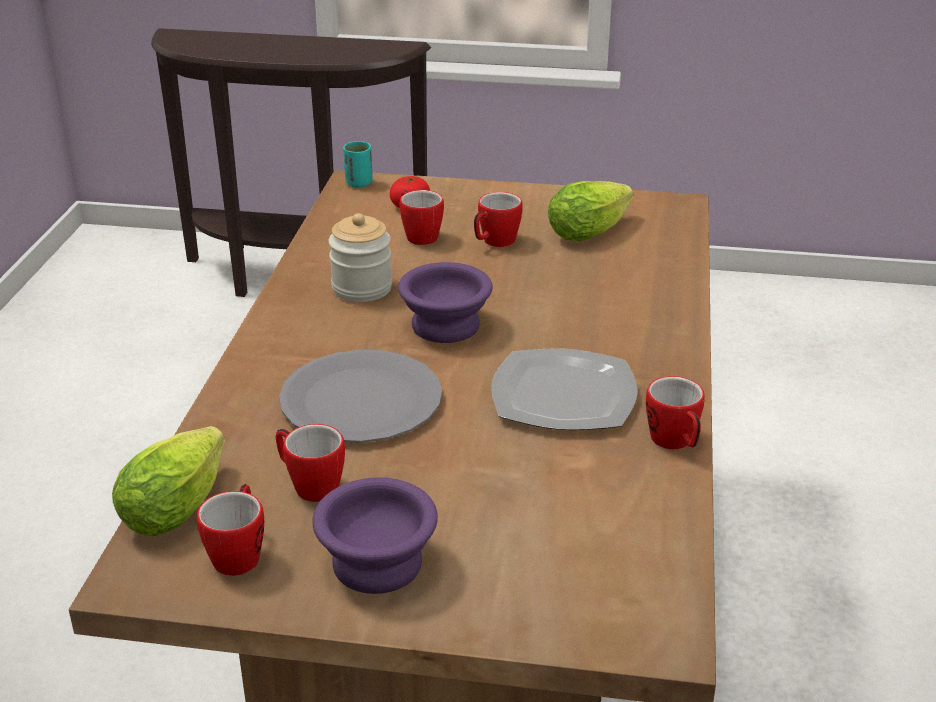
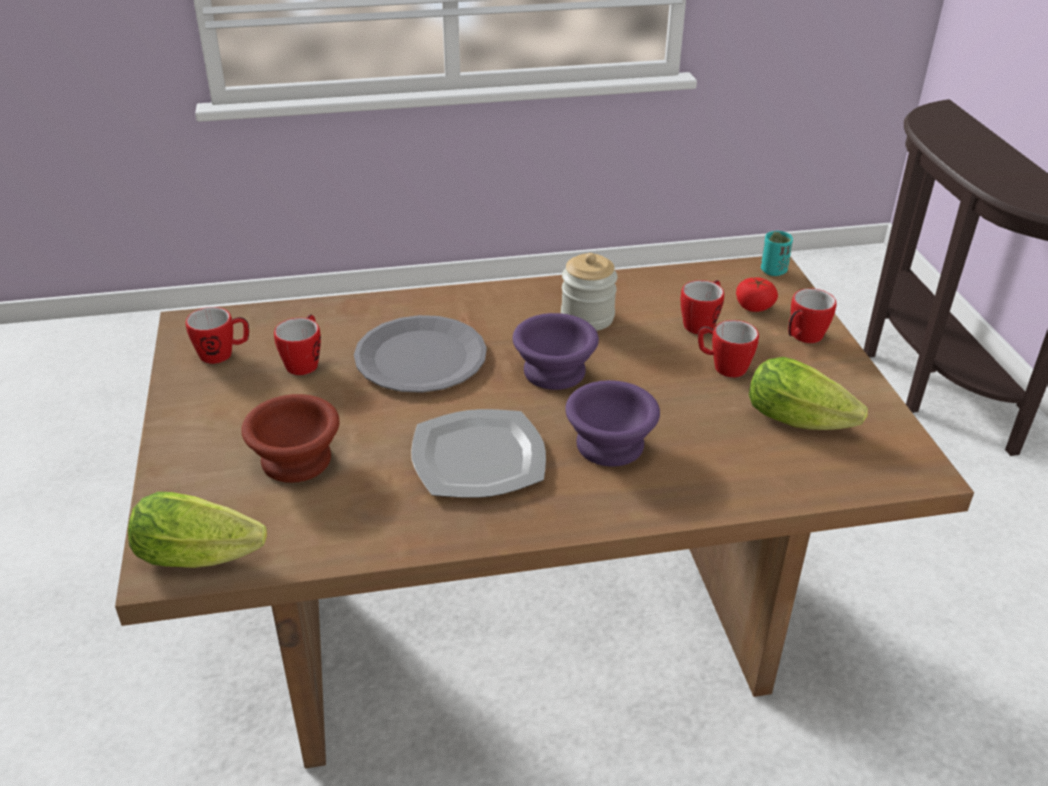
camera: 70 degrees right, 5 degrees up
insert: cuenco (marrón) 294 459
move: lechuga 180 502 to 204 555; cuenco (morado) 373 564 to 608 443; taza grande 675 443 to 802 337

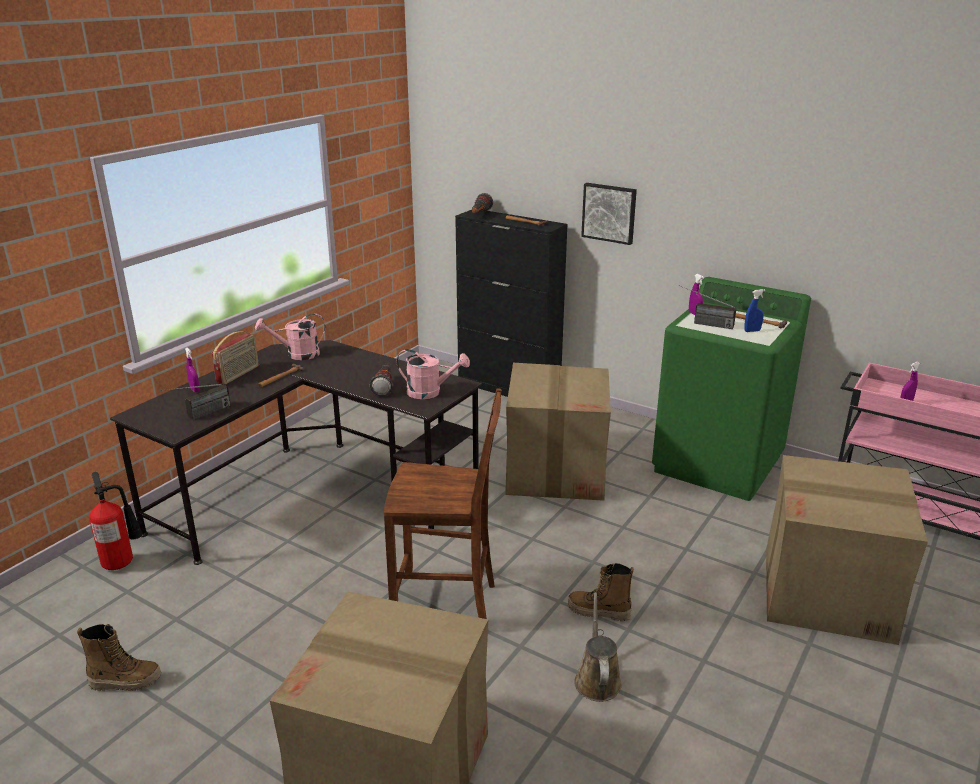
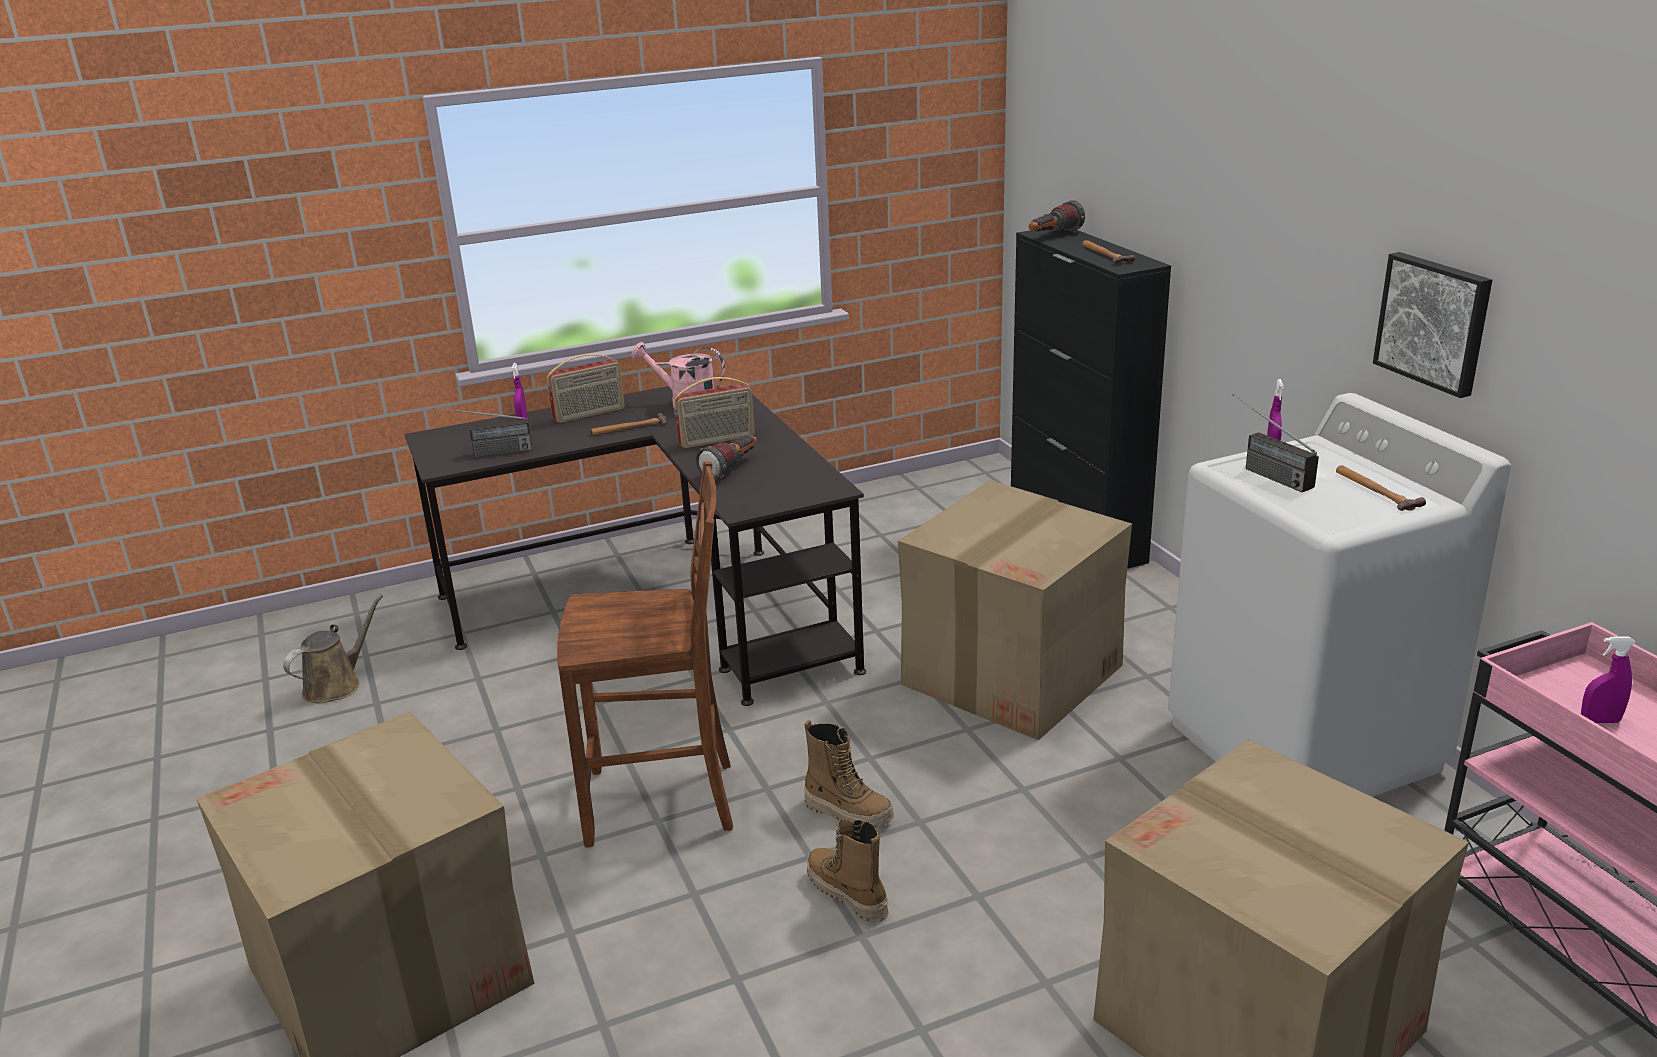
camera: 35 degrees right, 0 degrees up
delete: extintor 122 561; regadera (rosa) 430 392; pulverizador (azul) 752 331
insert: radio 717 440
move: bota 125 681 to 848 812; regadera (marrón) 597 679 to 336 685; cuadro 609 213 to 1434 322
recolor: lavadora (verde) 718 464 to lavadora (blanco) 1304 746
rotate: silla (marrón) 447 605 = 664 803 45 degrees counterclockwise

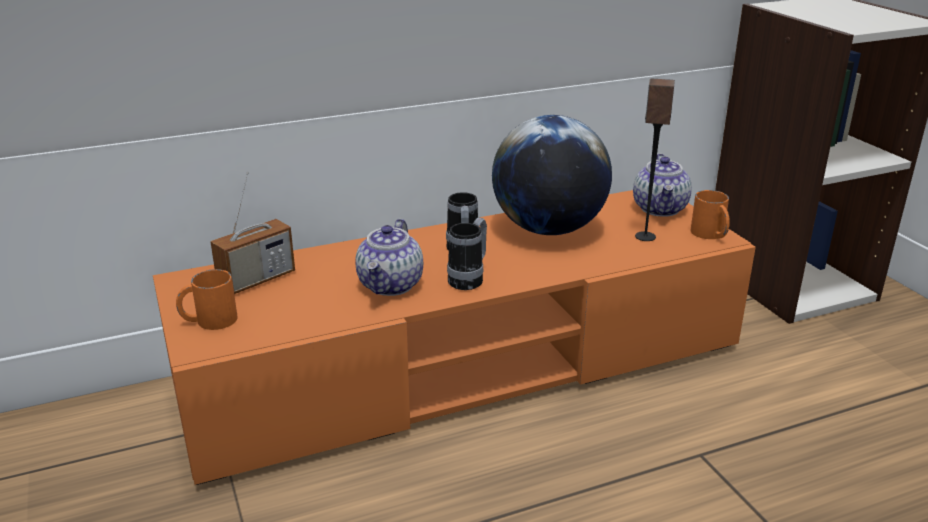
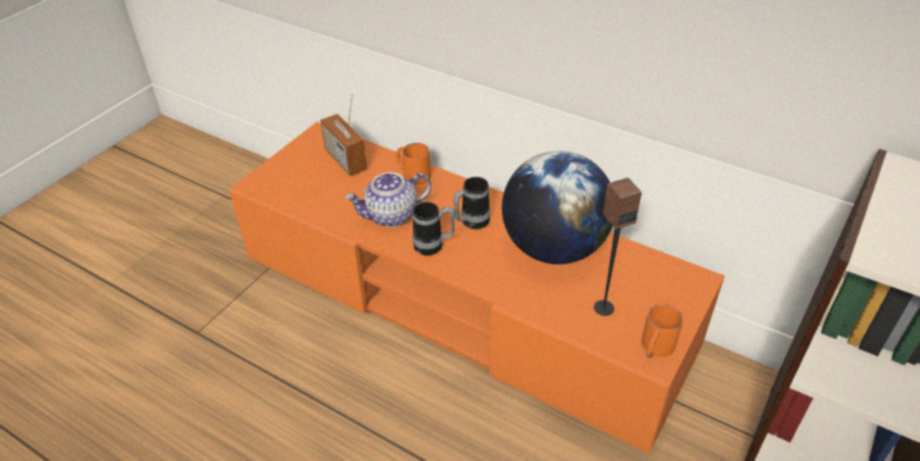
camera: 55 degrees right, 15 degrees up
delete: tetera 660 209
move: taza grande (naranja) 208 321 to 412 174
rotate: radio 257 280 = 346 160 45 degrees clockwise

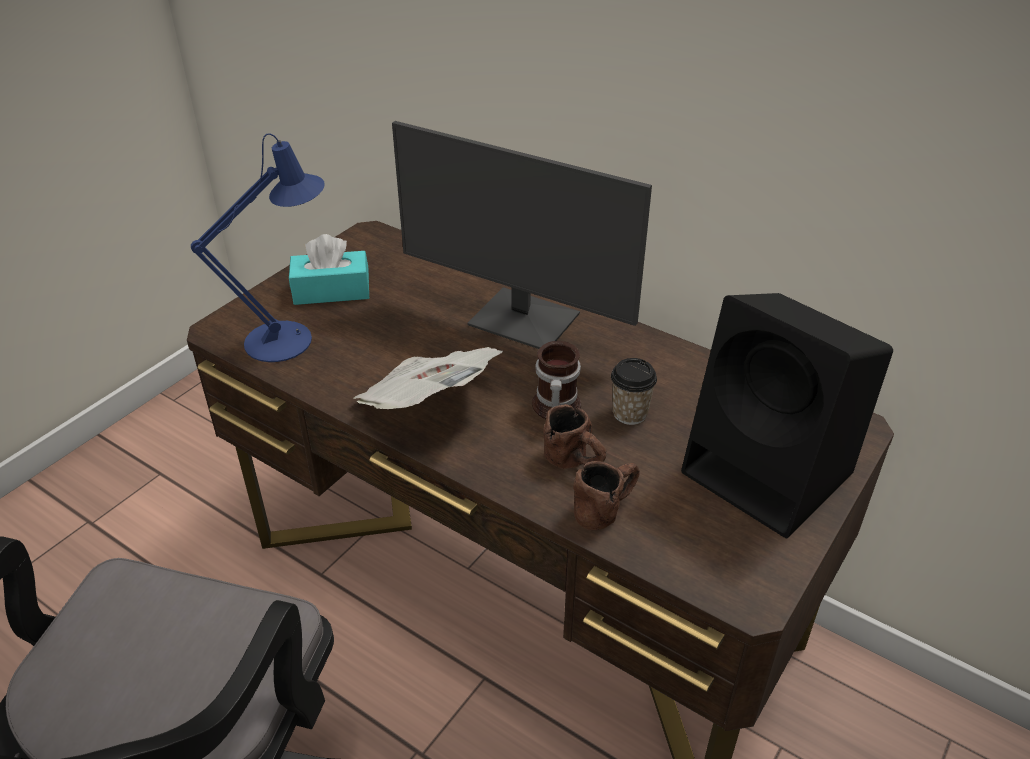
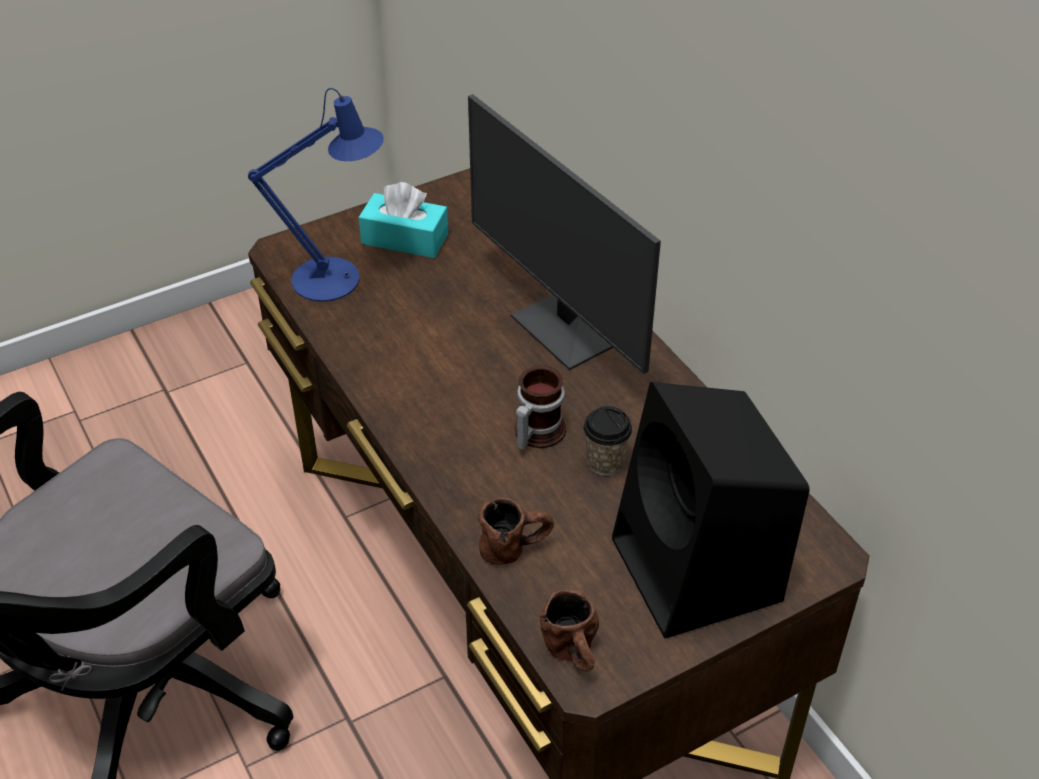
camera: 25 degrees right, 5 degrees up
delete: periódico 428 405
move: taza grande (marrón) 575 462 to 574 655

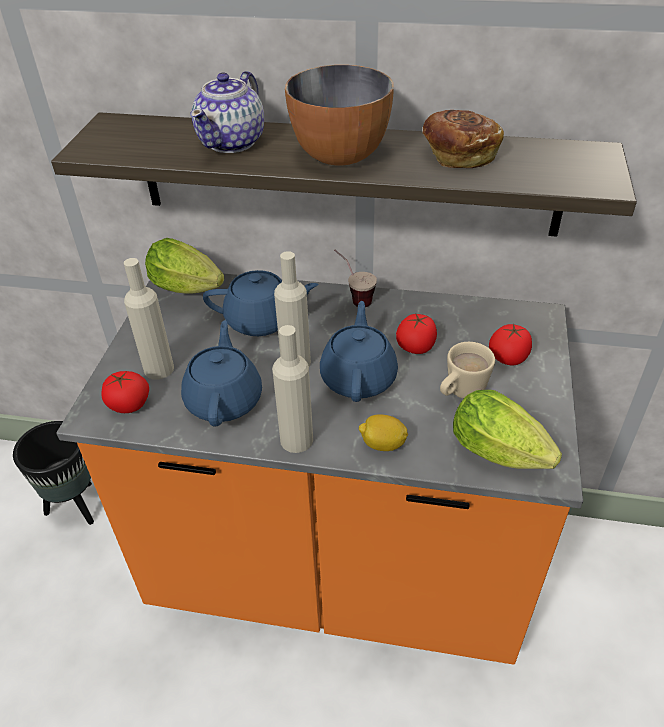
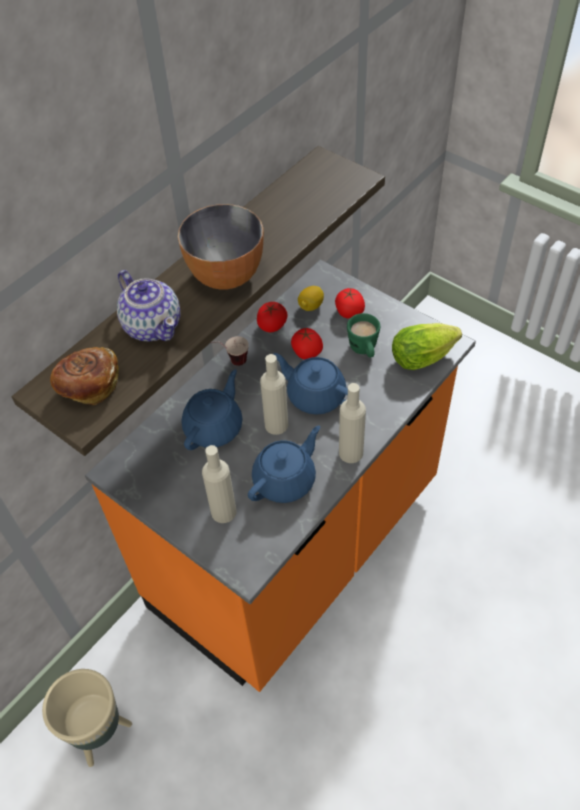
camera: 60 degrees left, 10 degrees up
delete: lechuga 190 289
move: tomate 129 405 to 272 325; limón 382 444 to 311 306; pan 458 155 to 89 386
recolor: maceta (negro) 76 506 to maceta (beis) 101 733; taza grande (beis) 460 393 to taza grande (verde) 364 351
rotate: tetera (azul) 225 399 = 285 480 105 degrees clockwise

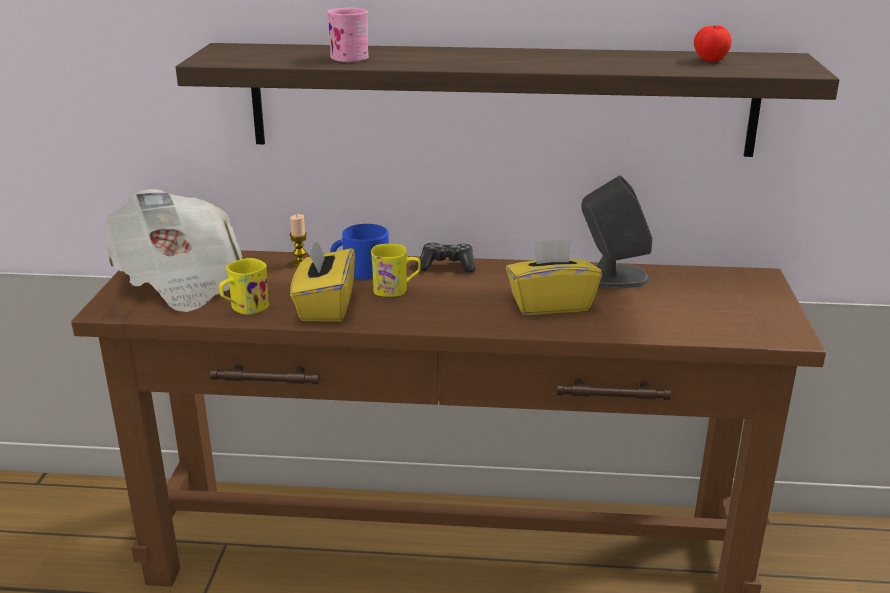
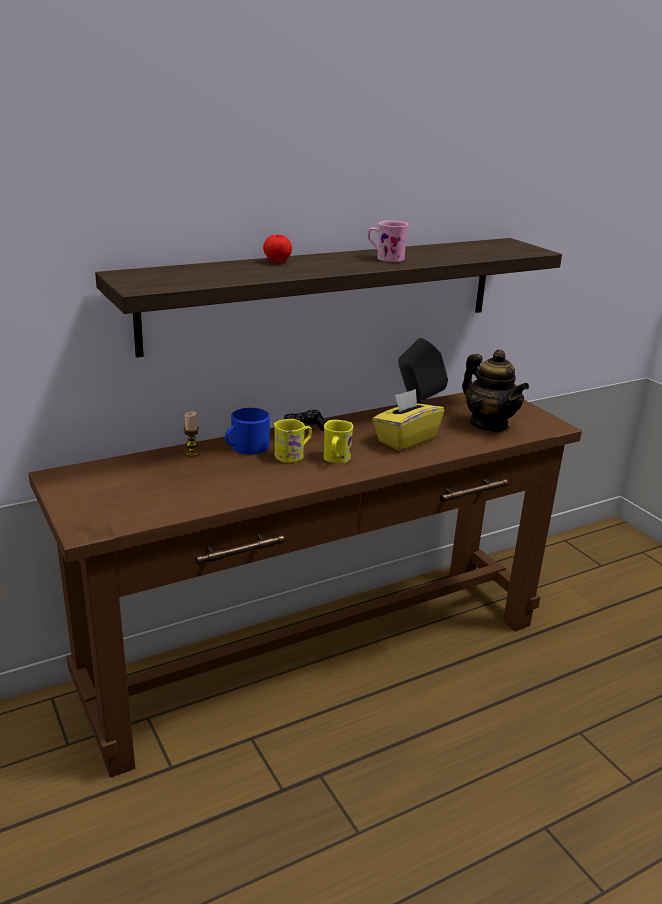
camera: 35 degrees left, 0 degrees up
delete: periódico 180 282; caja de pañuelos (amarillo) 325 306
insert: tetera 489 425
move: taza grande (amarillo) 244 308 to 336 460; taza grande (rosa) 345 57 to 385 258; manzana 710 60 to 277 261

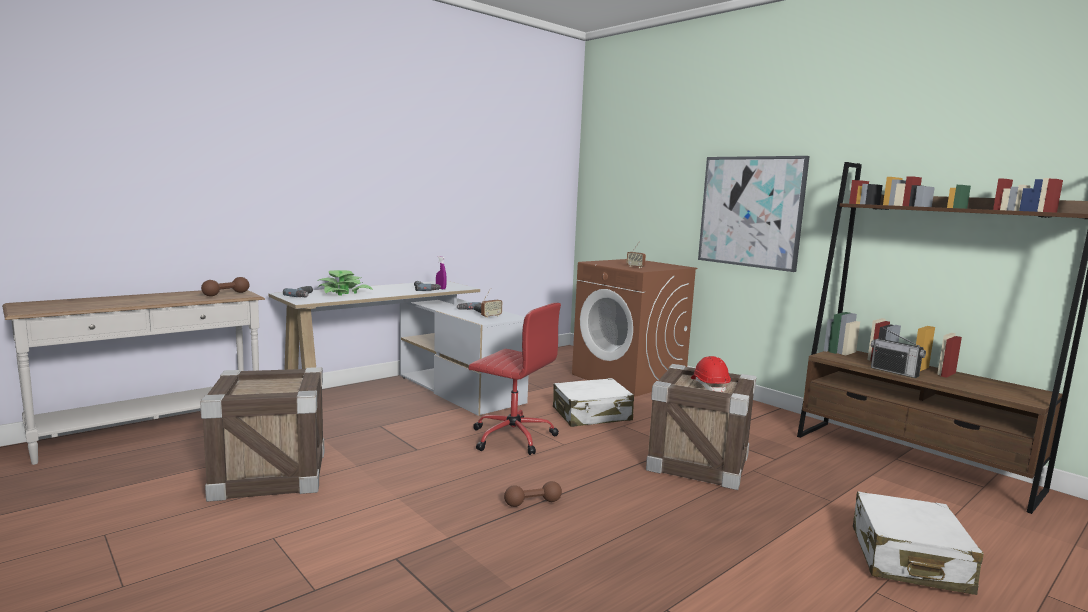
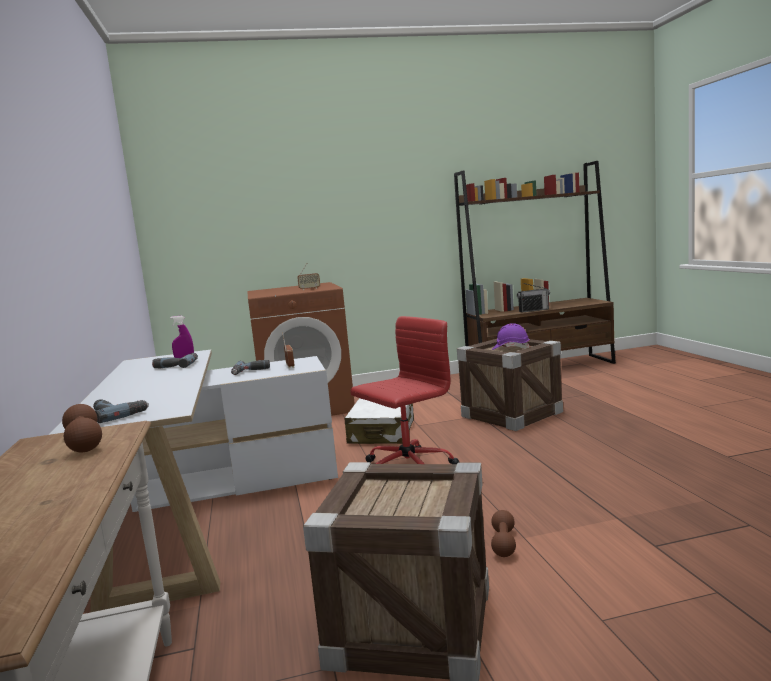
camera: 60 degrees left, 0 degrees up
delete: planta en maceta 344 292; cuadro 750 211; maleta (blanco) 908 559
move: mancuerna (marrón) 532 503 to 503 543
recolor: casco (rojo) 709 386 to casco (morado) 511 348

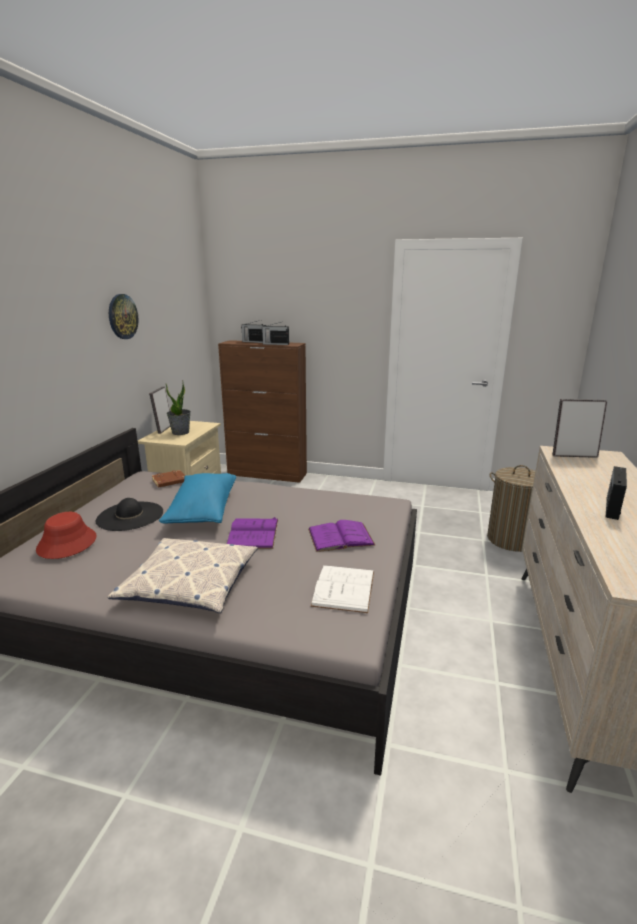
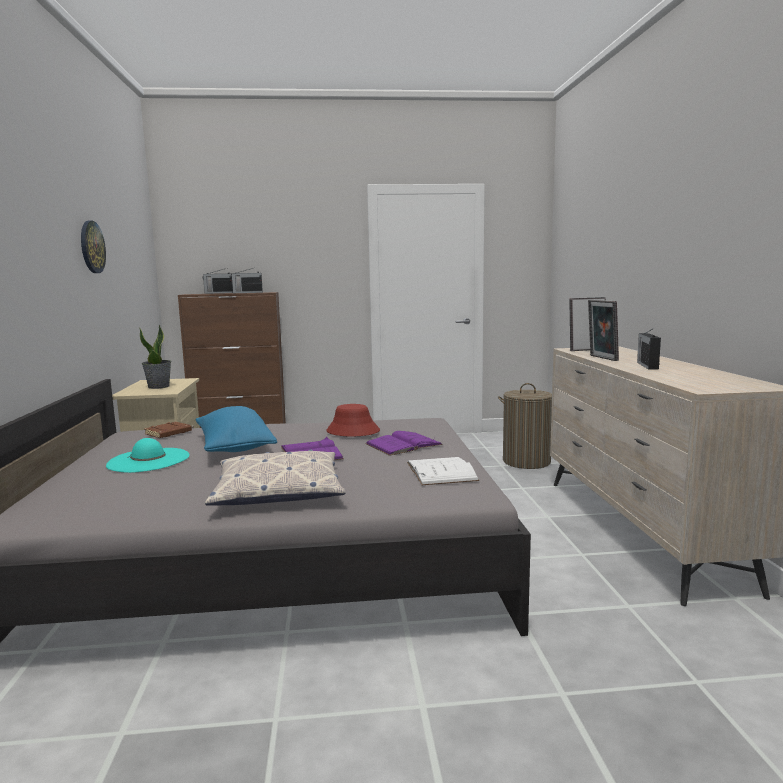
camera: 20 degrees left, 10 degrees down
move: sombrero (rojo) 67 543 to 352 431; portarretratos 163 429 to 601 358
recolor: sombrero (negro) 130 516 to sombrero (turquesa) 149 460

